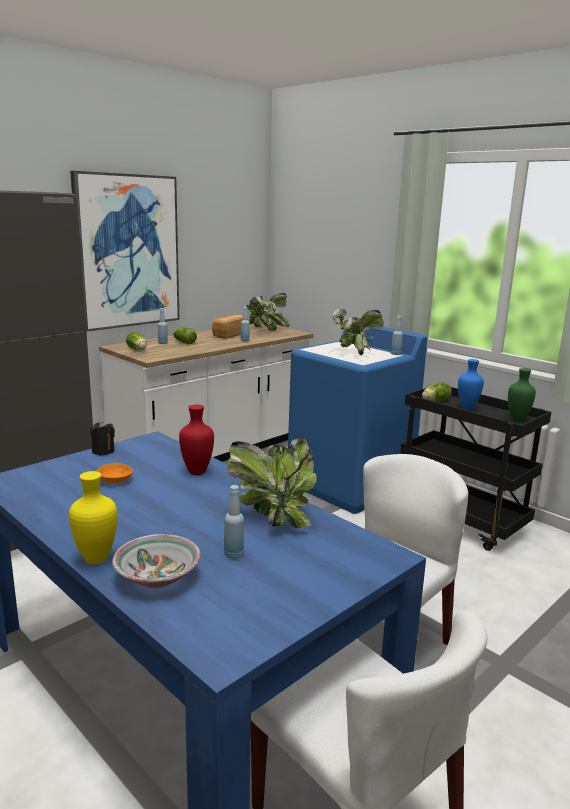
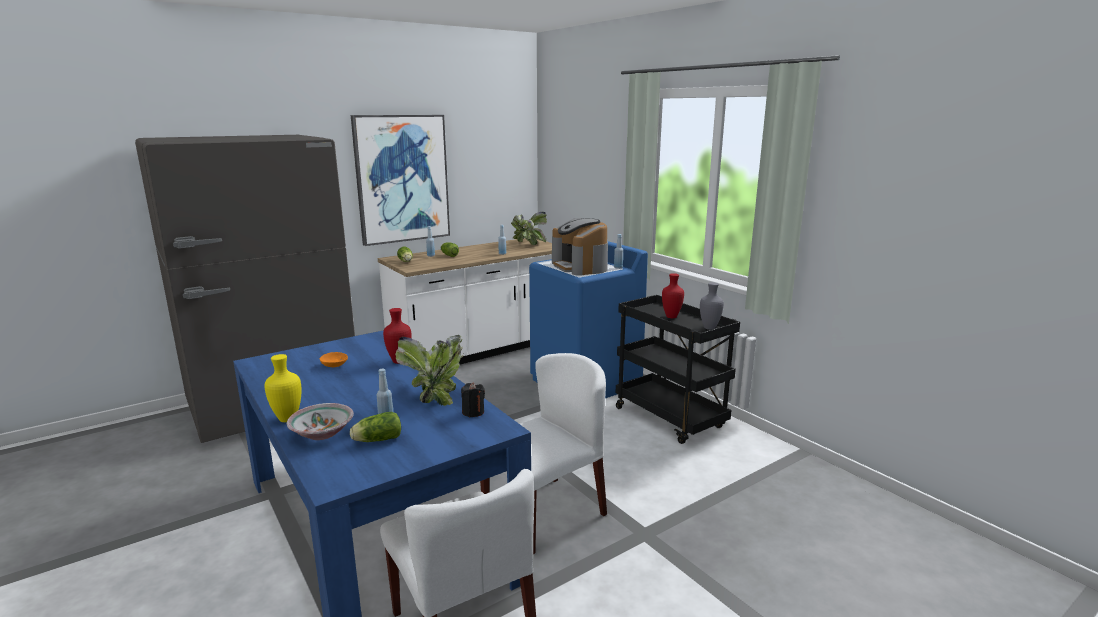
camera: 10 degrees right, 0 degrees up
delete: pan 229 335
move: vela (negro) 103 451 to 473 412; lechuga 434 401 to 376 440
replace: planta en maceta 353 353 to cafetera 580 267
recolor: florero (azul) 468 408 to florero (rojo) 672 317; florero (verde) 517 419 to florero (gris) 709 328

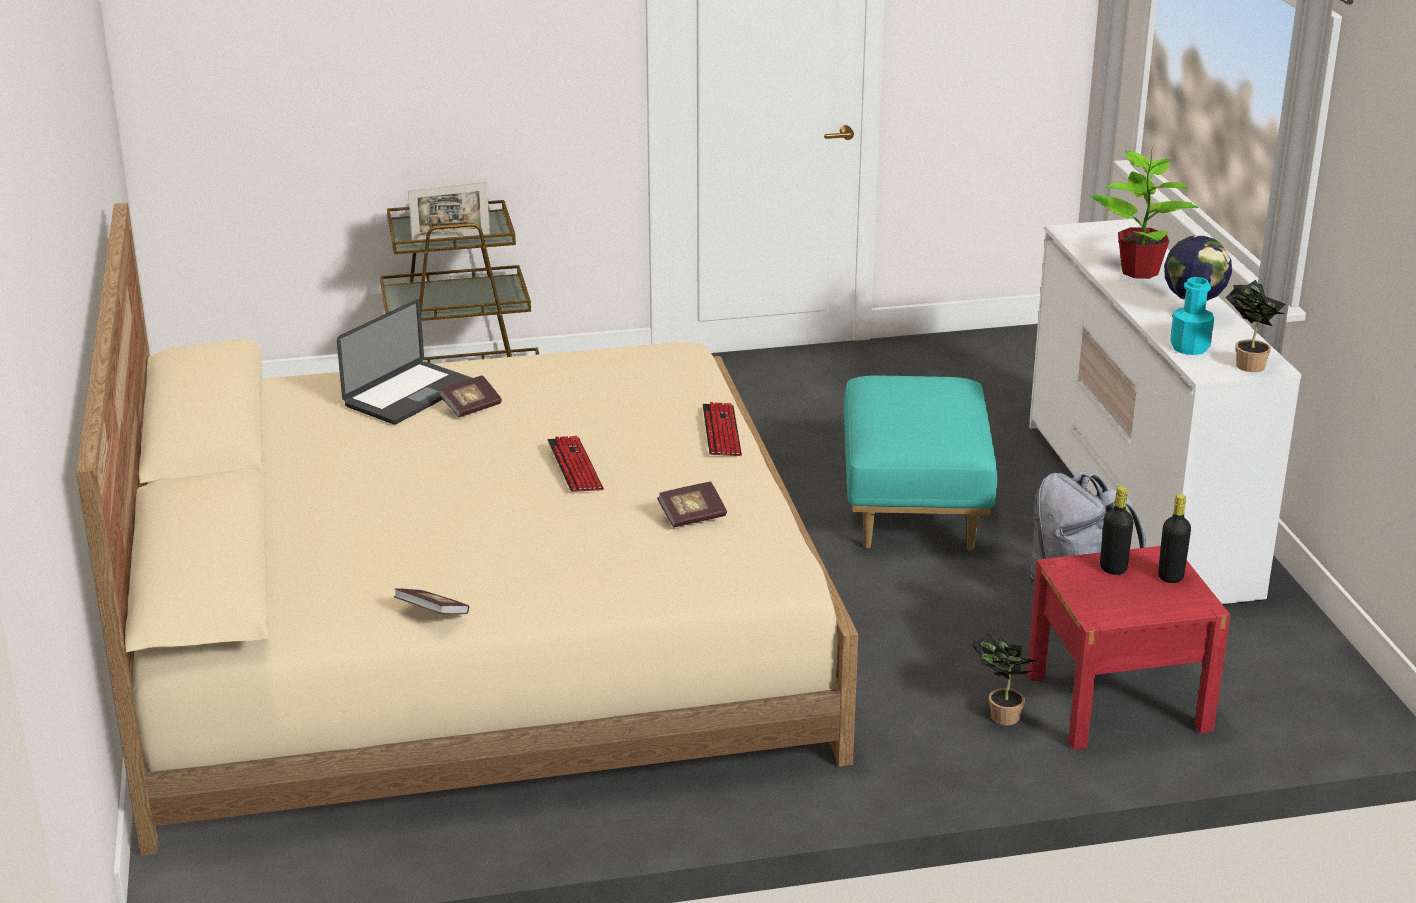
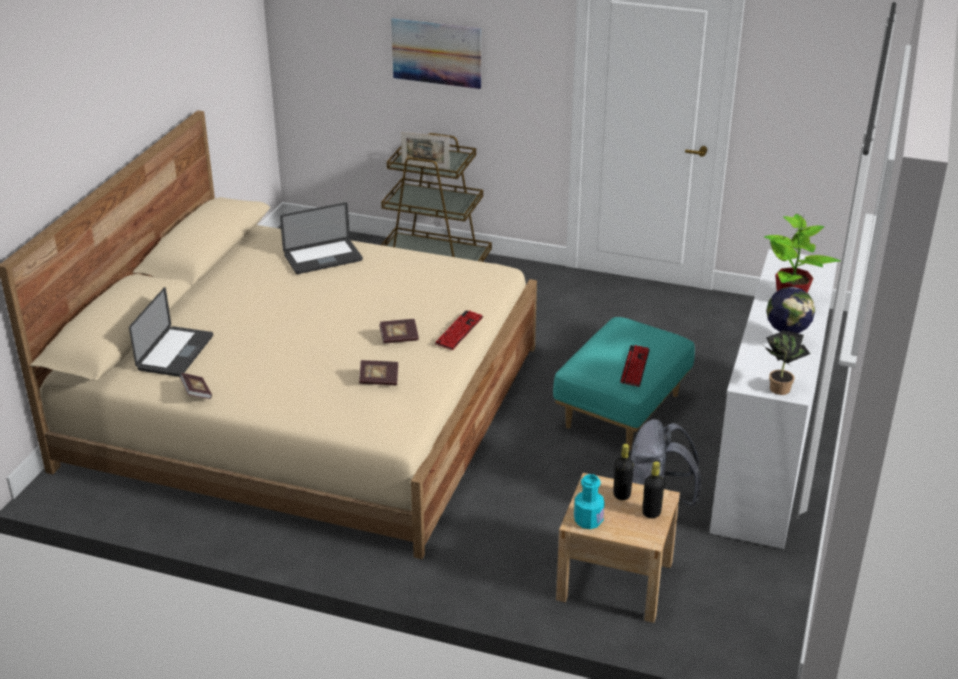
camera: 30 degrees right, 5 degrees up
delete: planta en maceta 1000 715
insert: portátil 175 353; cuadro 436 53
move: libro 471 407 to 399 338; teclado 575 466 to 634 366; botella (turquesa) 1189 347 to 588 520
recolor: mesita de noche (rojo) 1118 702 to mesita de noche (beis) 615 580

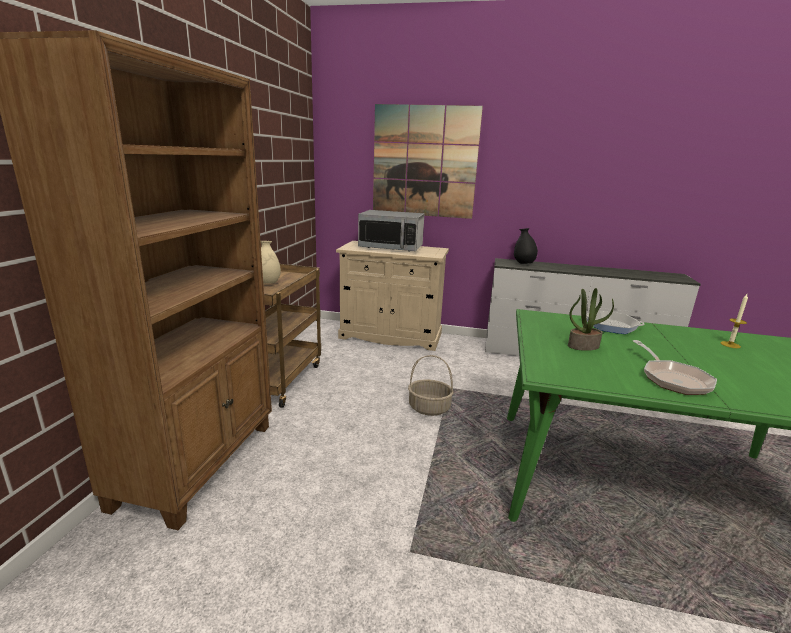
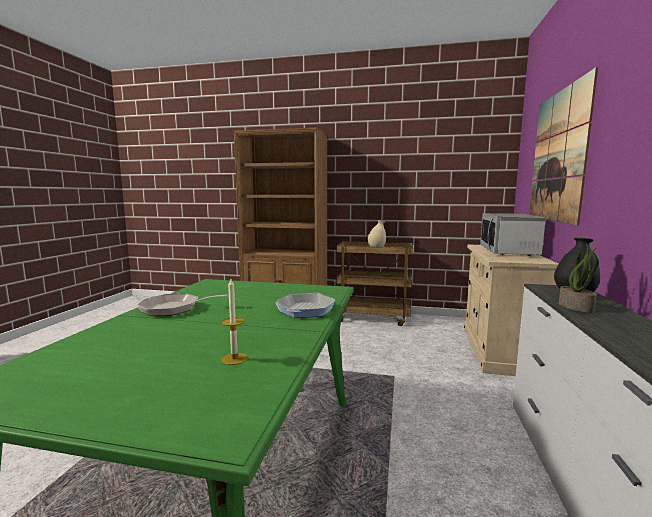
camera: 90 degrees right, 10 degrees down
delete: cesta 428 408
move: planta en maceta 583 346 to 576 307

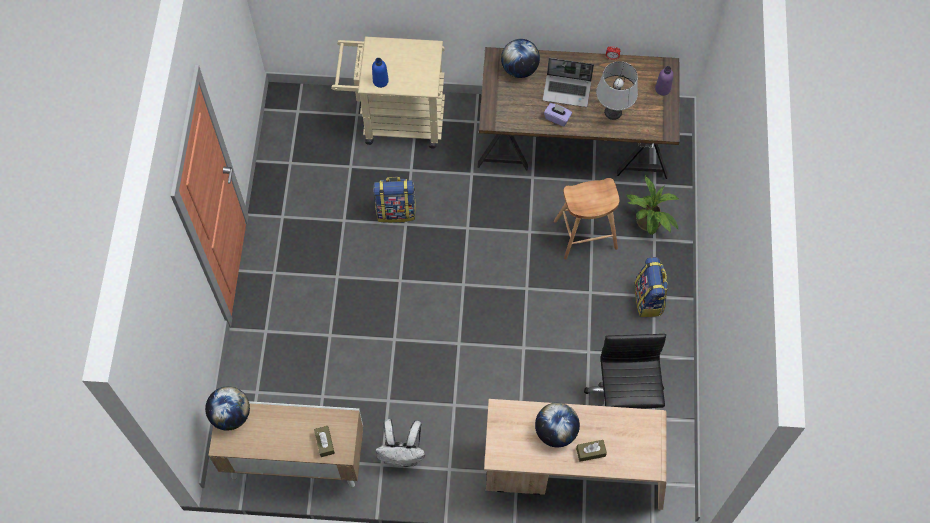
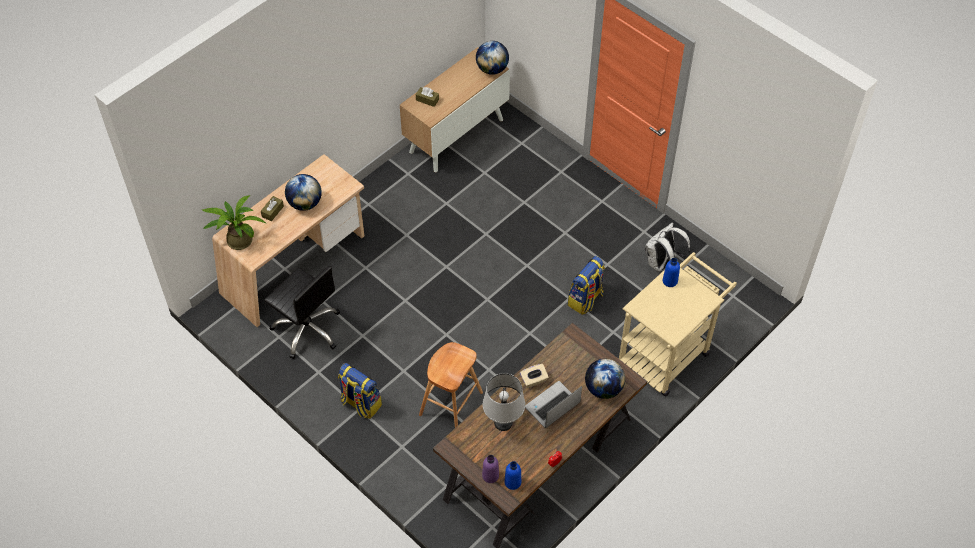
camera: 130 degrees right, 10 degrees down
insert: botella (azul) 512 482
move: mochila (blanco) 403 455 to 662 263; planta en maceta 649 224 to 237 239
recolor: caja de pañuelos (morado) 557 118 to caja de pañuelos (beis) 534 380

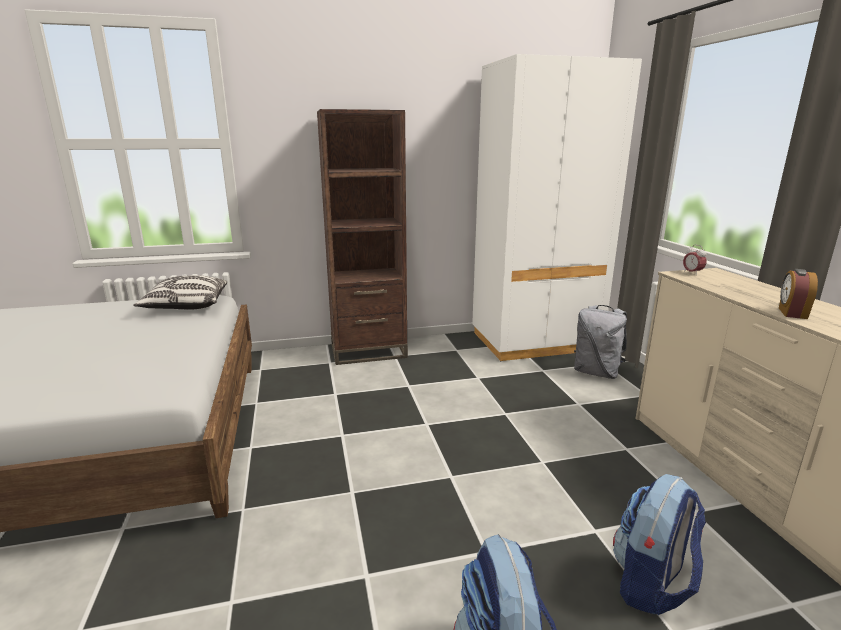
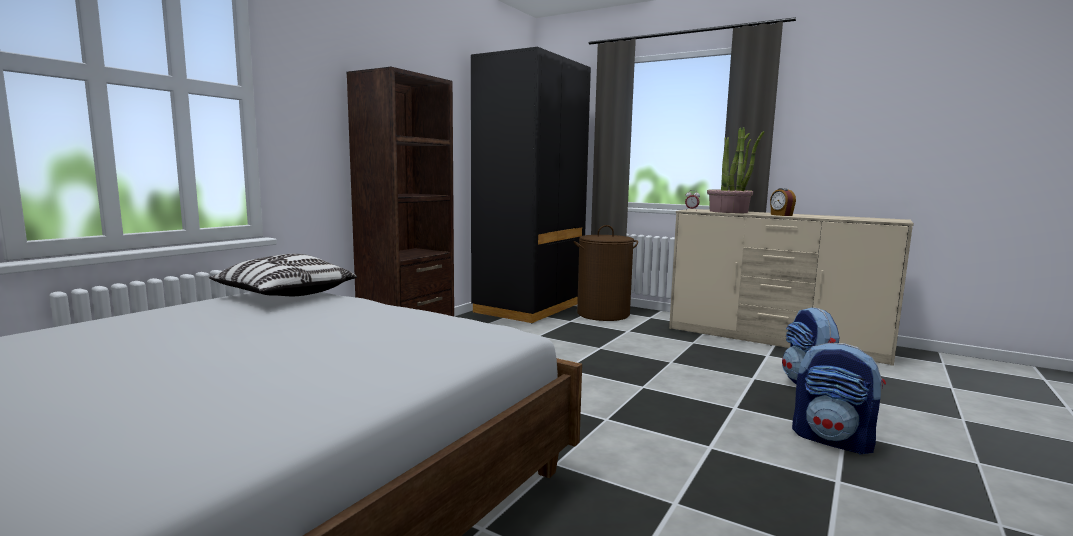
camera: 45 degrees left, 10 degrees down
insert: planta en maceta 729 211
replace: mochila (gris) 597 372 to cesto de la ropa (marrón) 603 314
recolor: armario ropero (blanco) 534 342 to armario ropero (negro) 529 308

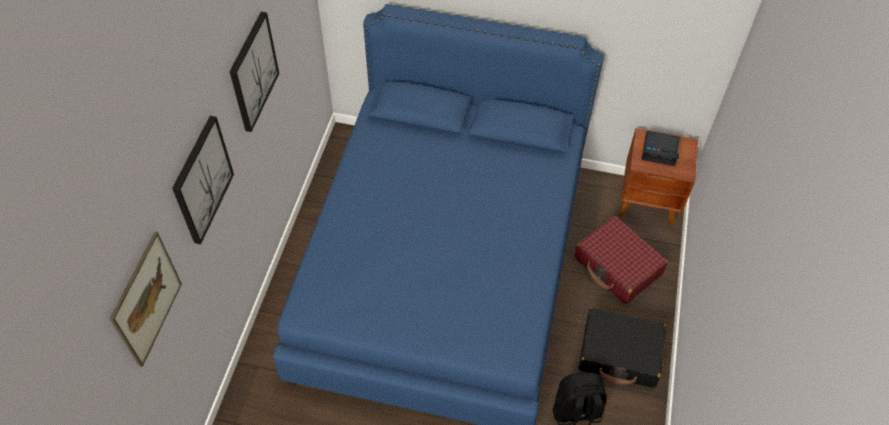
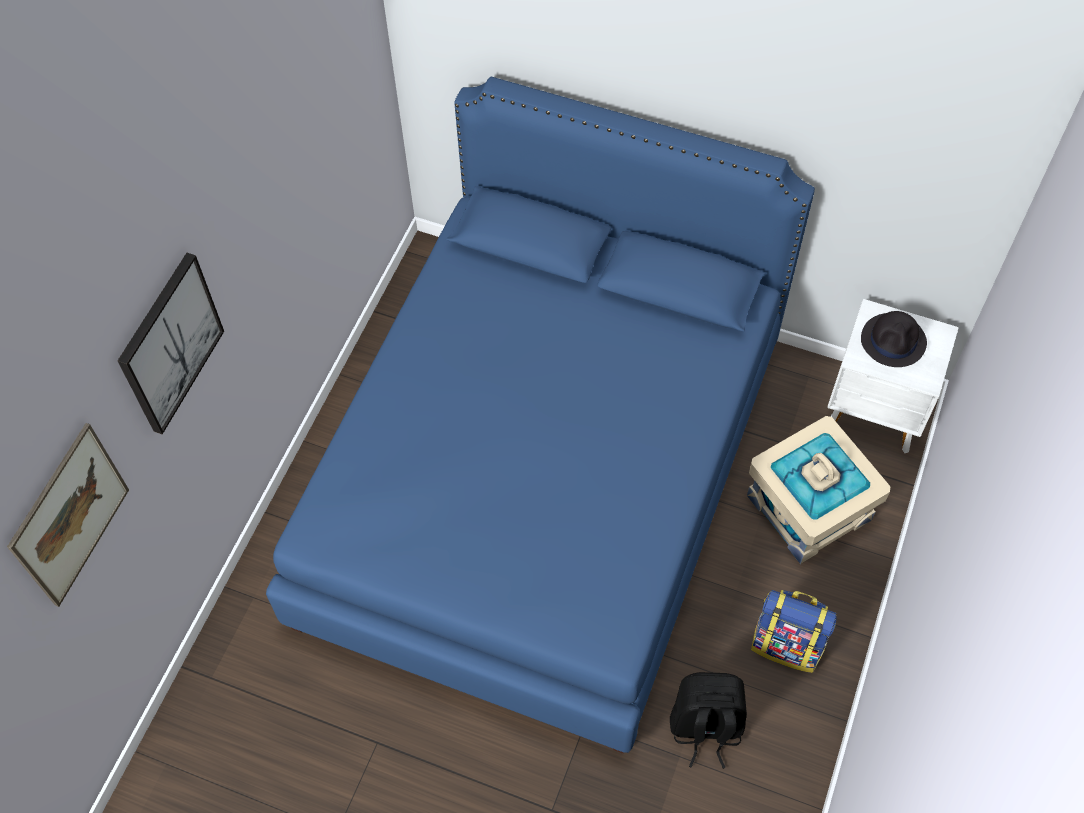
camera: 10 degrees right, 5 degrees up
delete: cuadro 253 72
replace: maleta (rojo) 618 266 to caja de almacenaje (beis) 809 507; maleta (negro) 620 354 to mochila 787 644; despertador 660 151 to sombrero (negro) 893 340
recolor: mesita de noche (marrón) 648 203 to mesita de noche (blanco) 876 412

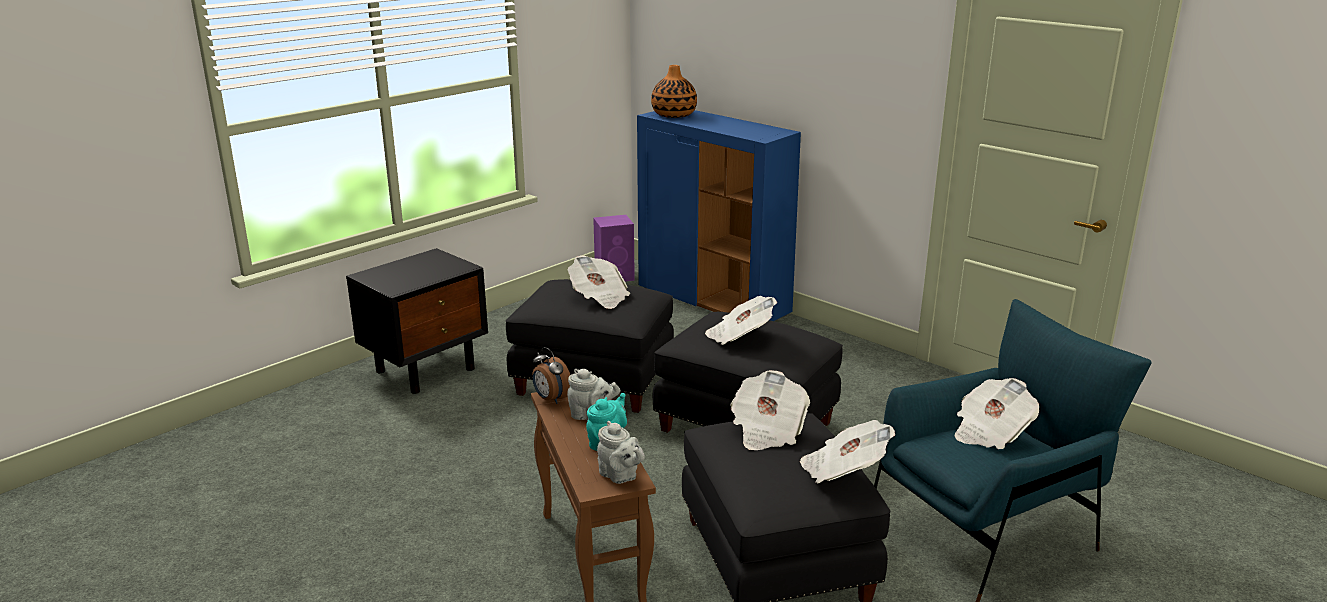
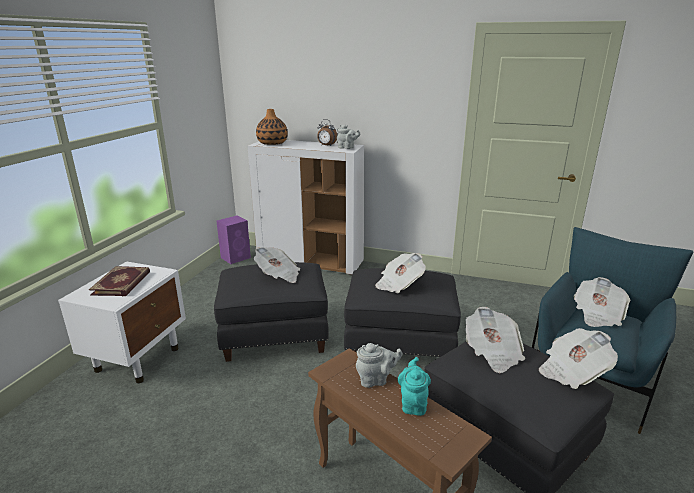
camera: 25 degrees left, 0 degrees up
insert: libro 122 283
move: despertador 551 399 to 326 146; tetera (gris) 620 476 to 347 148
recolor: mesita de noche (negro) 426 369 to mesita de noche (blanco) 138 358; armario (azul) 714 301 to armario (blanco) 311 262

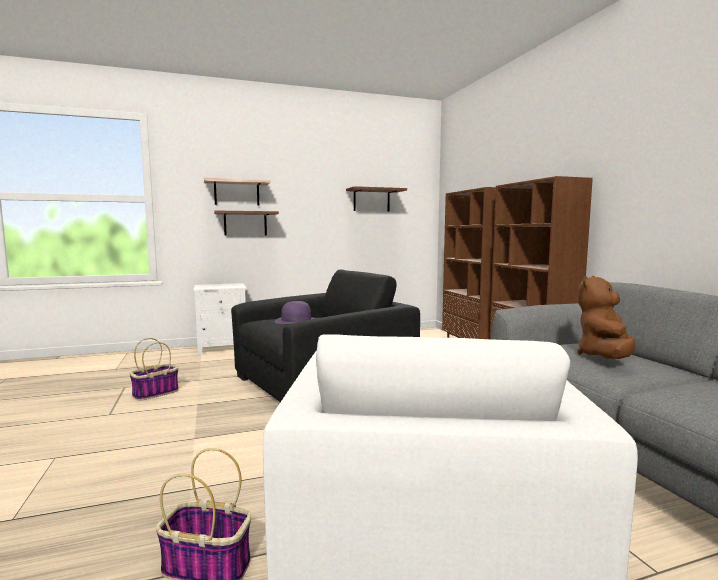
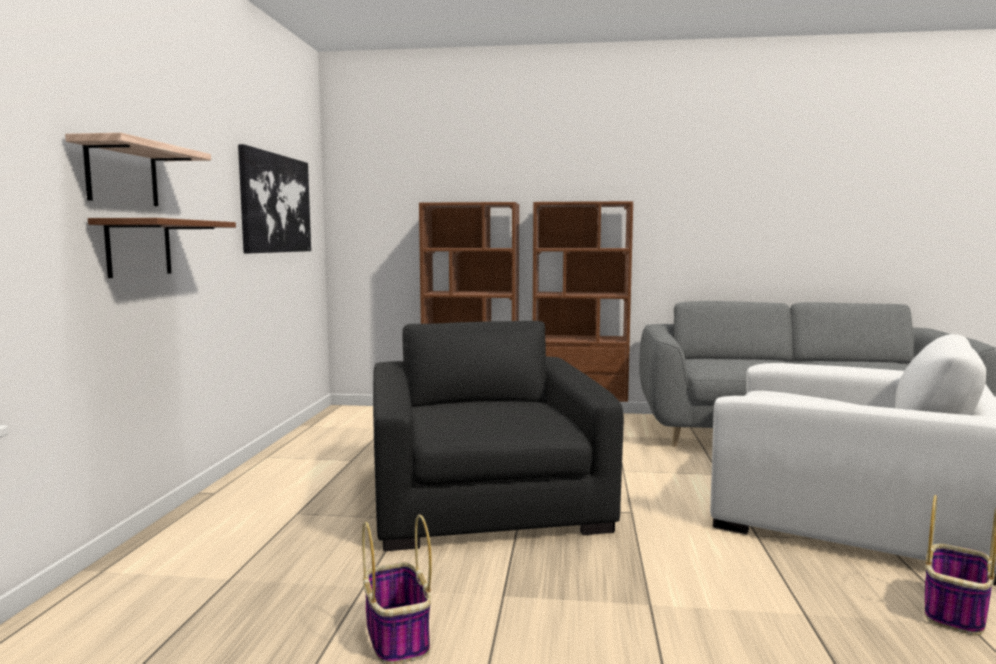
camera: 65 degrees left, 0 degrees up
delete: mesita de noche (blanco) 223 348; sombrero (morado) 296 320; peluche (marrón) 605 358
replace: estante (marrón) 371 200 to cuadro 275 203

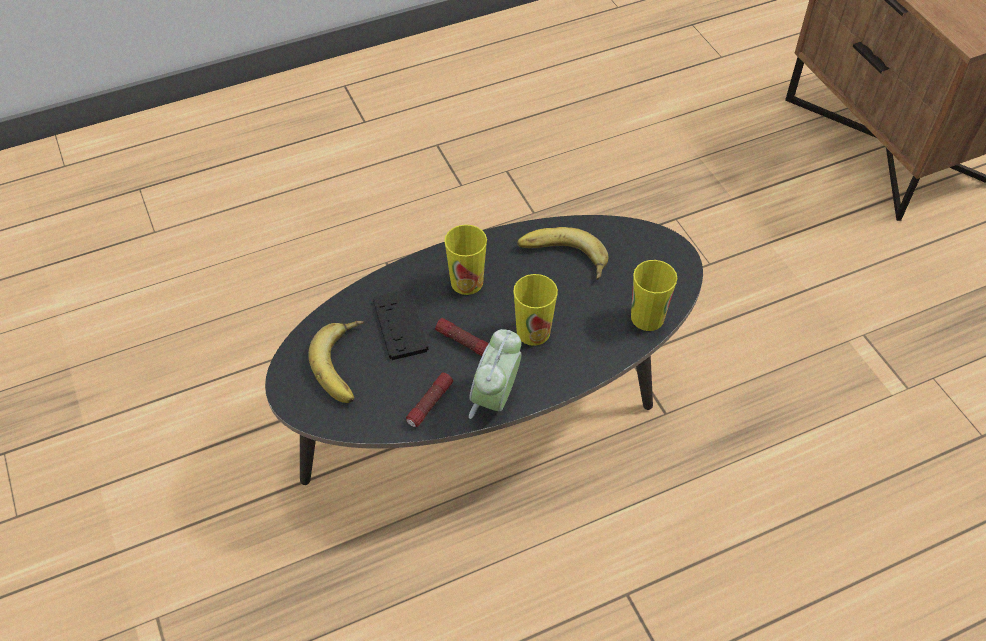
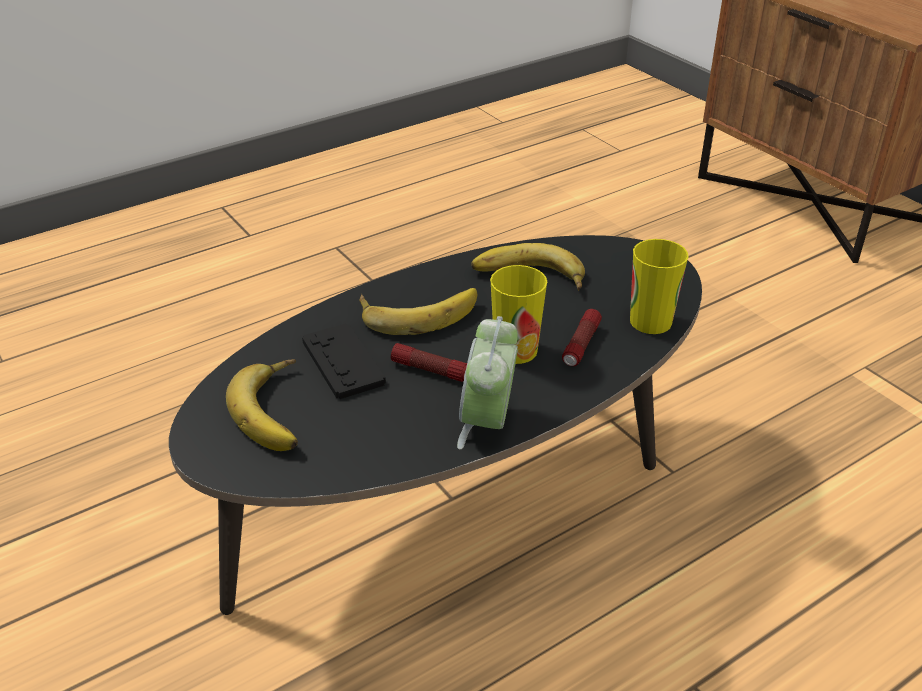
camera: 10 degrees left, 15 degrees down
move: linterna 430 404 to 581 345
replace: taza 467 282 to plátano 418 311

